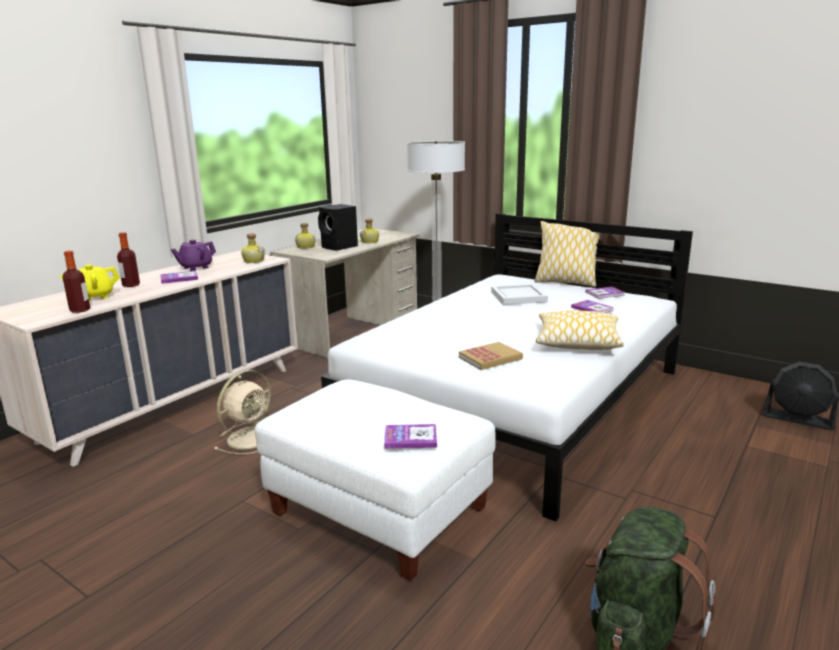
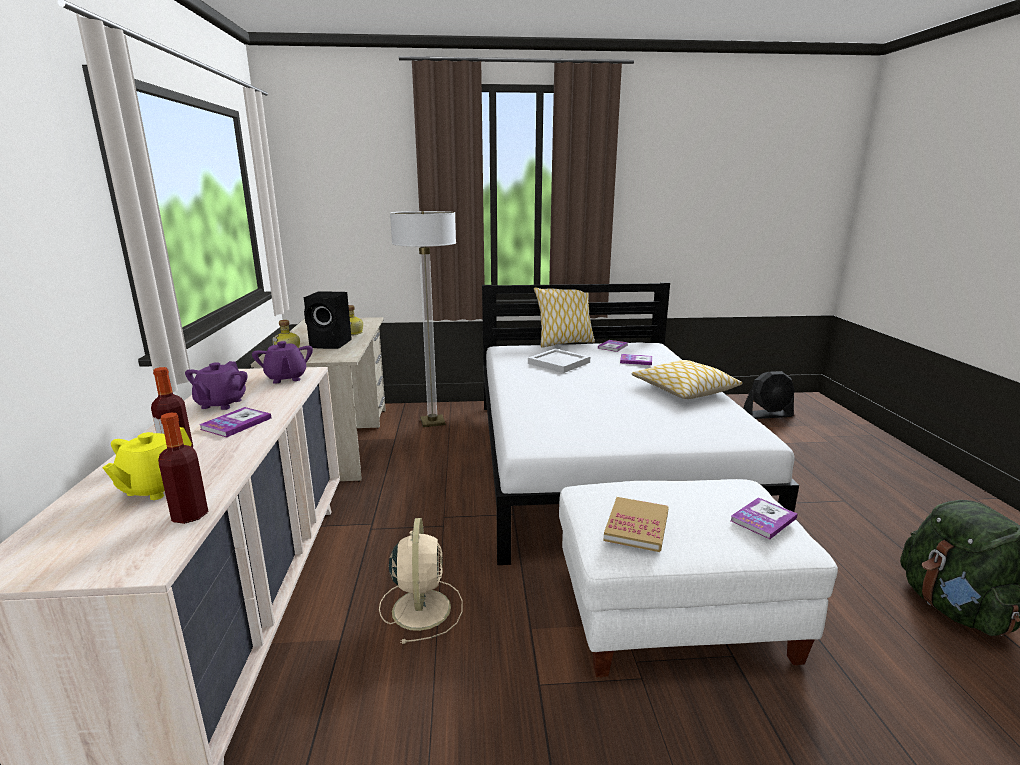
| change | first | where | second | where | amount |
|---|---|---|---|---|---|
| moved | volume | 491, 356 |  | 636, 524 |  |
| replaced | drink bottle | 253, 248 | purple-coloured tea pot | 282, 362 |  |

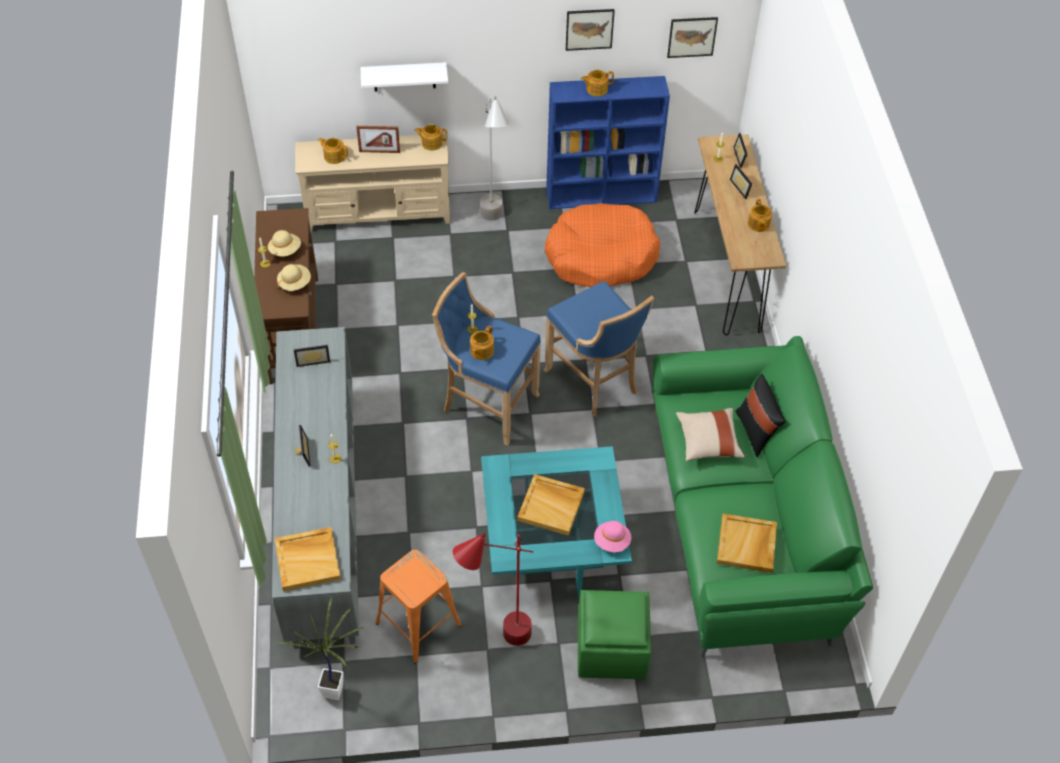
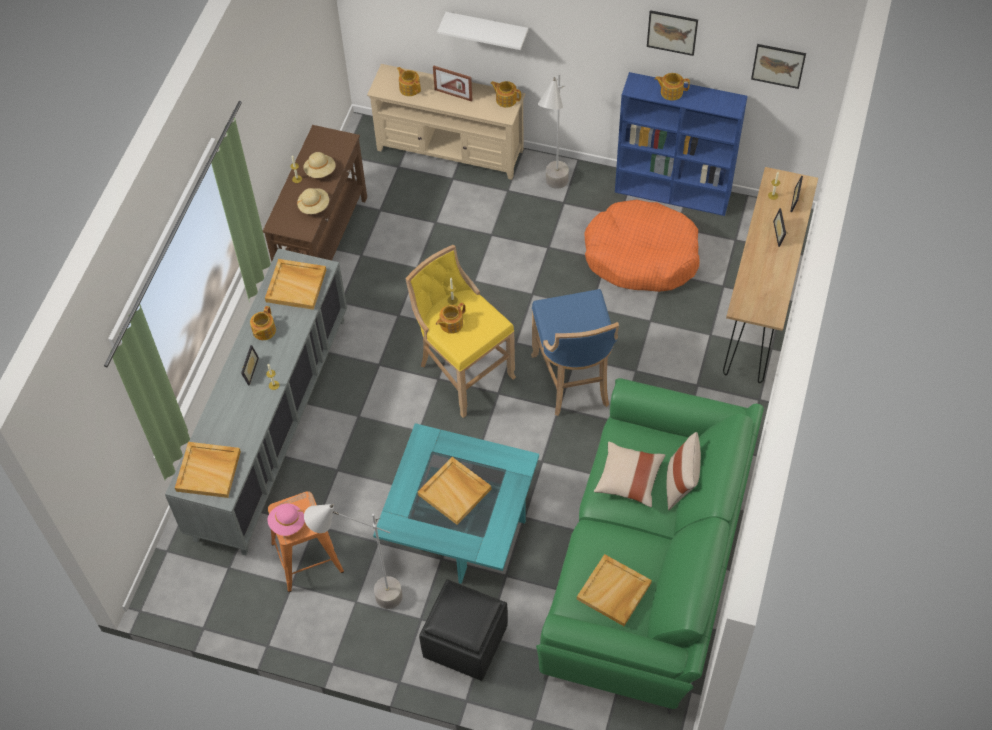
| change | first | where | second | where | amount |
|---|---|---|---|---|---|
| removed | potted plant | 320, 648 |  |  |  |
| moved | pink-coloured clothing hat | 612, 536 |  | 286, 519 |  |
| moved | tea pot | 760, 215 |  | 263, 323 |  |
| replaced | picture frame | 311, 356 | beige-coloured carrying tray | 295, 284 |  |
| recoloured | bluish stool | 486, 359 | yellow-coloured stool | 460, 331 |  |
| recoloured | red standard lamp | 493, 589 | greyish standard lamp | 353, 556 |  |
| recoloured | green-coloured ottoman | 614, 634 | black-coloured ottoman | 463, 630 |  |
| recoloured | black-coloured pillow | 760, 415 | beige-coloured pillow | 684, 471 |  |

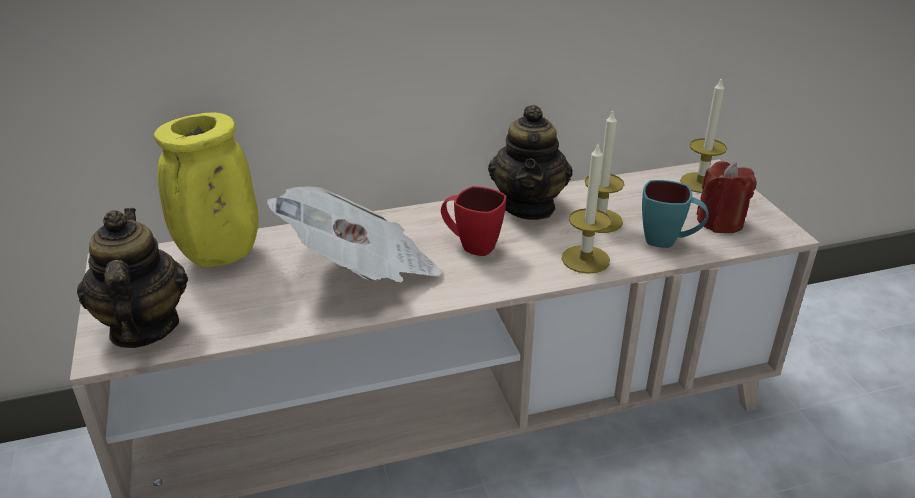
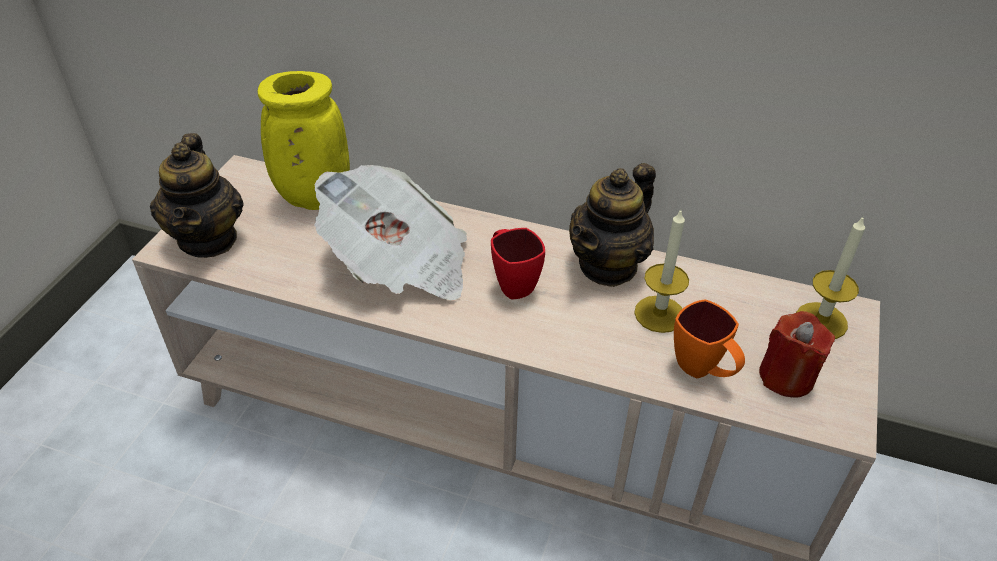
| change | first | where | second | where | amount |
|---|---|---|---|---|---|
| removed | wax light | 586, 208 |  |  |  |
| recoloured | turquoise mug | 675, 214 | orange mug | 709, 338 |  |
| turned | tea pot | 132, 278 |  | 197, 195 | 150 degrees clockwise |

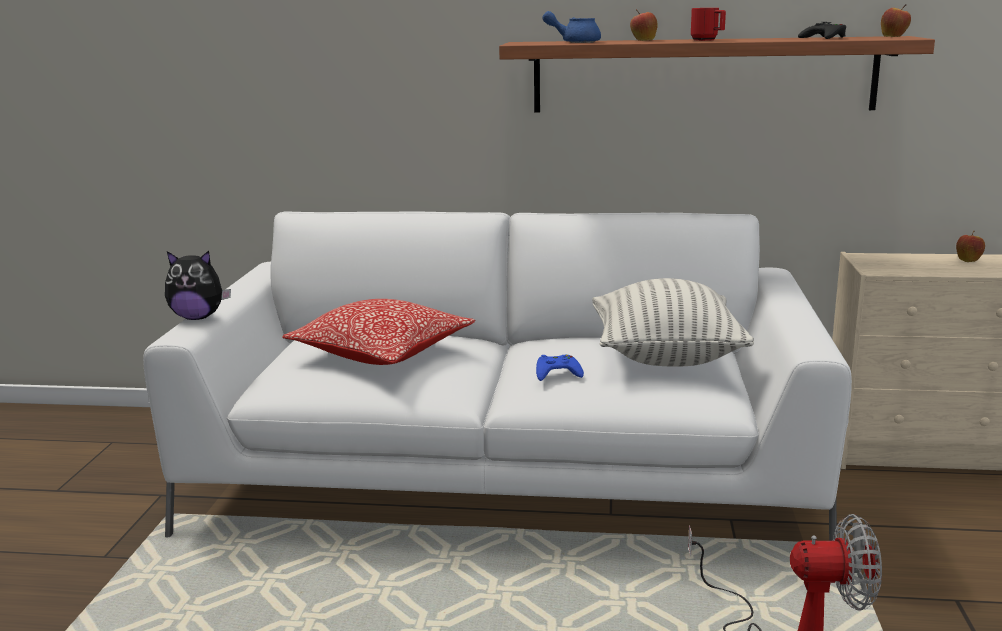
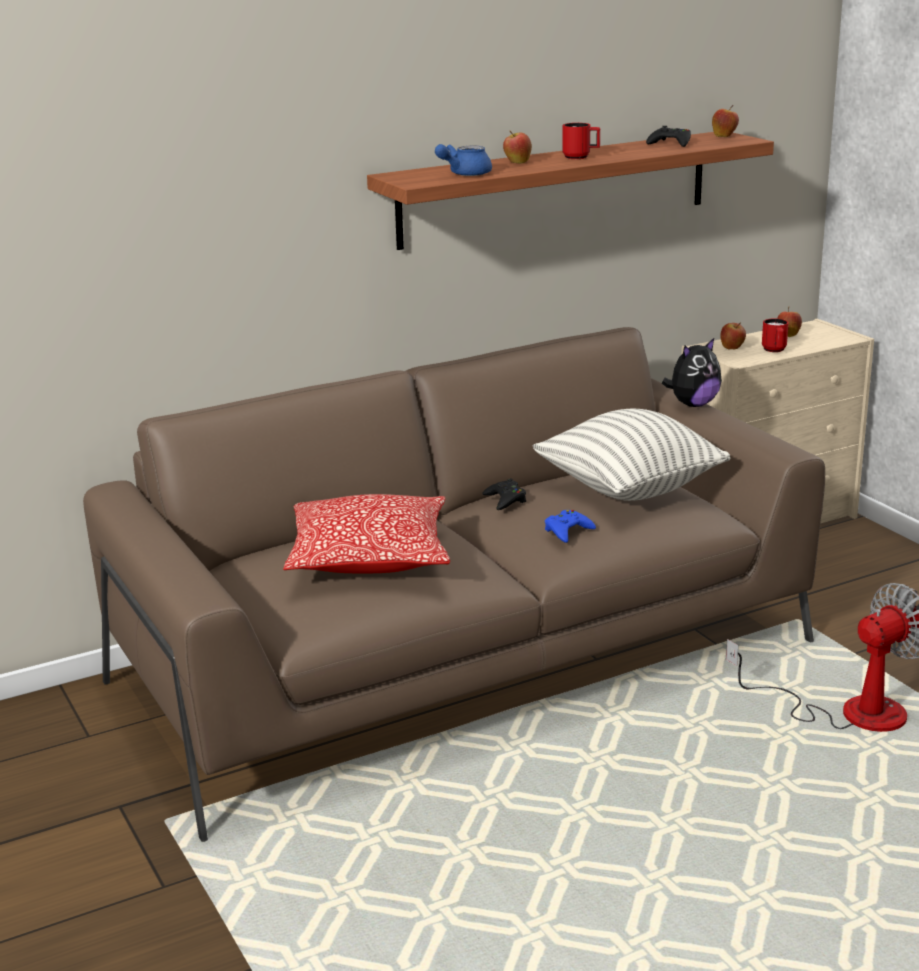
| change | first | where | second | where | amount |
|---|---|---|---|---|---|
| added |  |  | black-coloured game controller | 504, 494 |  |
| added |  |  | apple fruit | 733, 335 |  |
| added |  |  | red mug | 775, 335 |  |
| moved | soft toy | 198, 285 |  | 692, 372 |  |
| recoloured | white-coloured settee | 497, 376 | brown settee | 454, 584 |  |

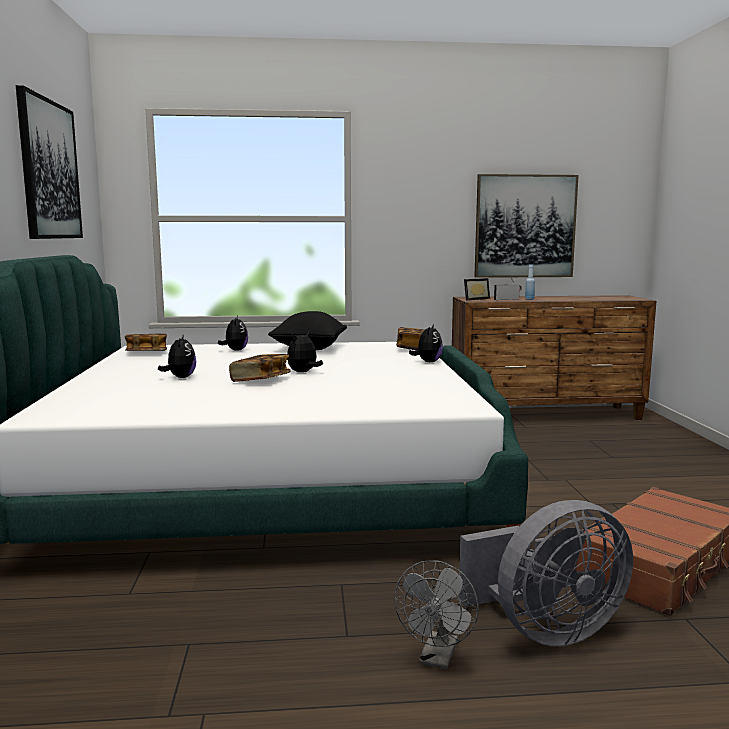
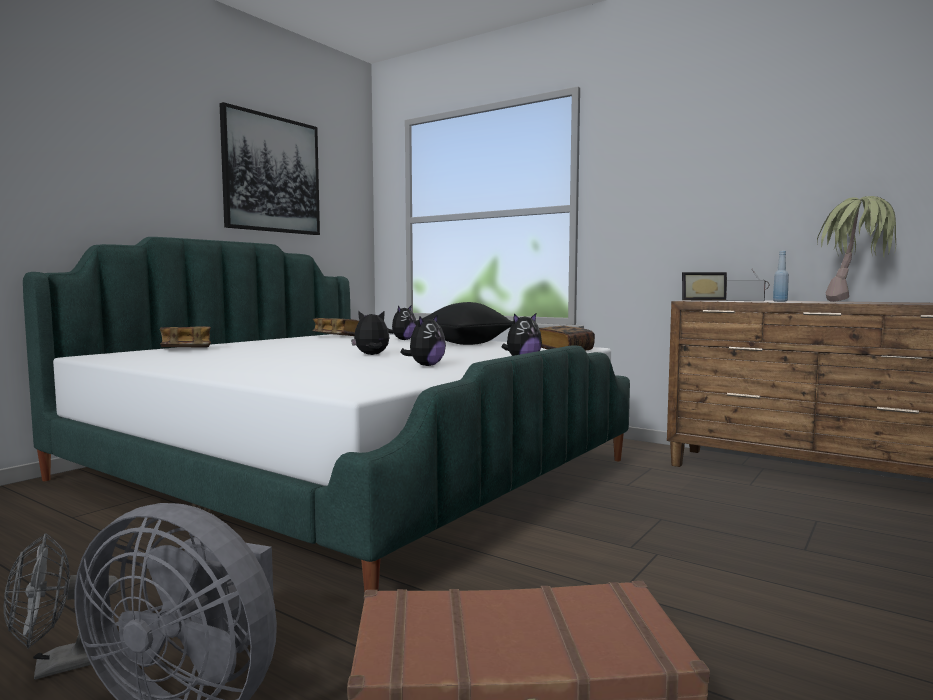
| change | first | where | second | where | amount |
|---|---|---|---|---|---|
| removed | wall art | 526, 226 |  |  |  |
| added |  |  | potted plant | 856, 249 |  |
| moved | soft toy | 177, 356 |  | 423, 340 |  |
| moved | volume | 260, 368 |  | 185, 336 |  |

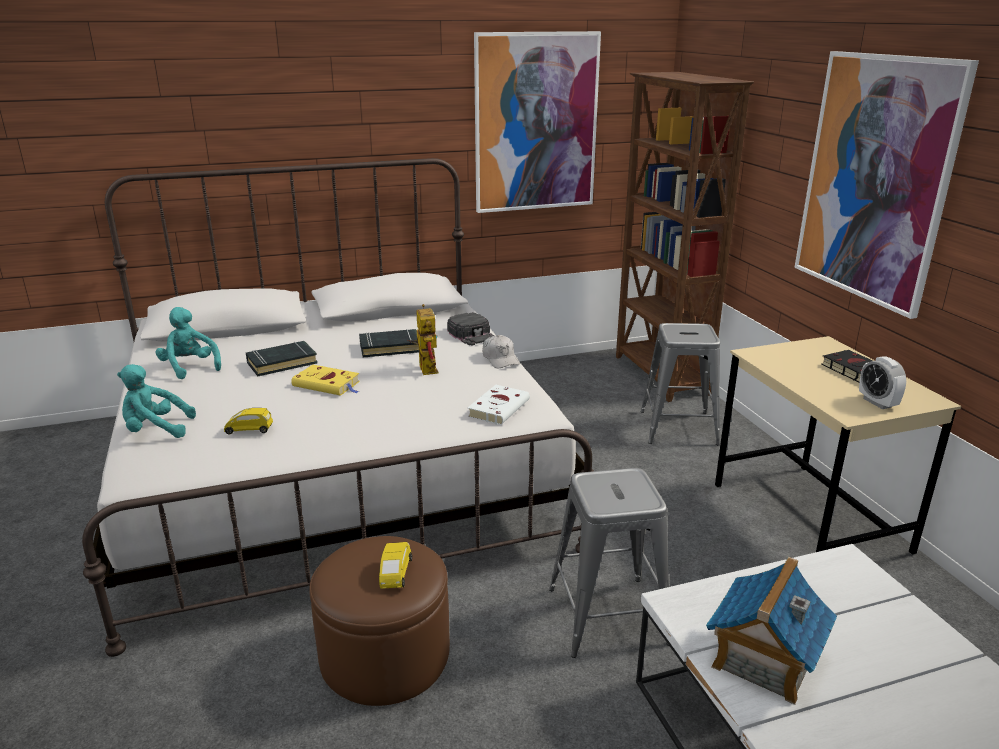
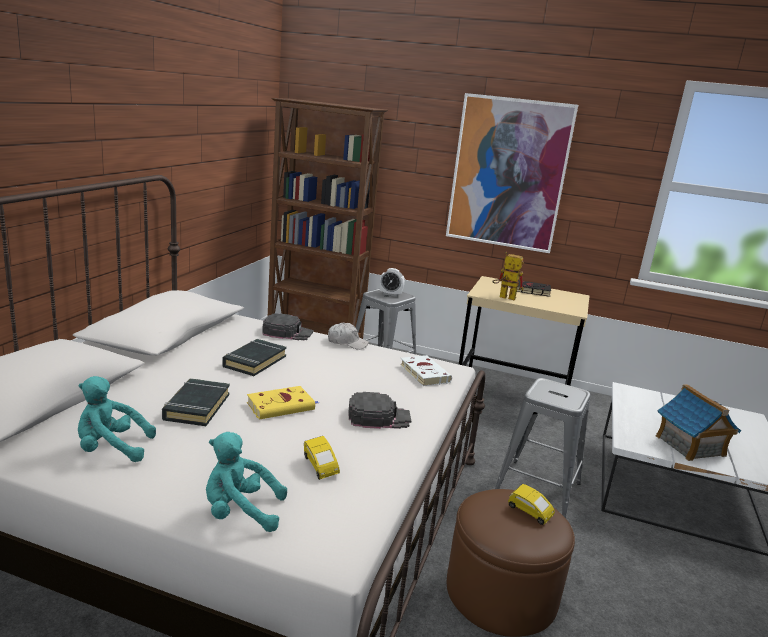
| change | first | where | second | where | amount |
|---|---|---|---|---|---|
| removed | wall art | 537, 122 |  |  |  |
| added |  |  | black-coloured cap | 380, 410 |  |
| moved | robot figure | 423, 339 |  | 508, 276 |  |
| moved | alarm clock | 882, 382 |  | 392, 282 |  |
| turned | turquoise soft toy | 156, 401 |  | 246, 482 | 60 degrees clockwise |
| turned | yellow-coloured miniature car | 248, 421 |  | 322, 458 | 60 degrees counterclockwise |

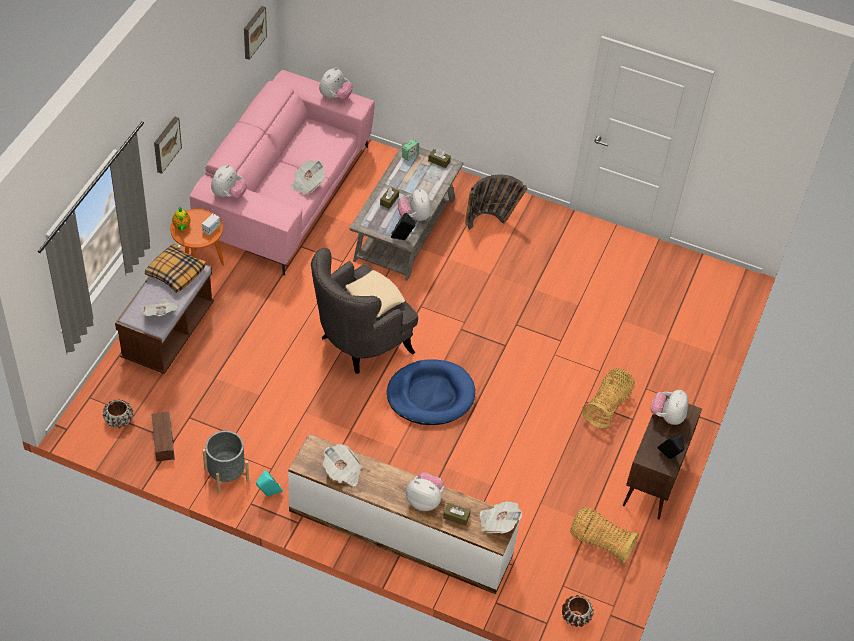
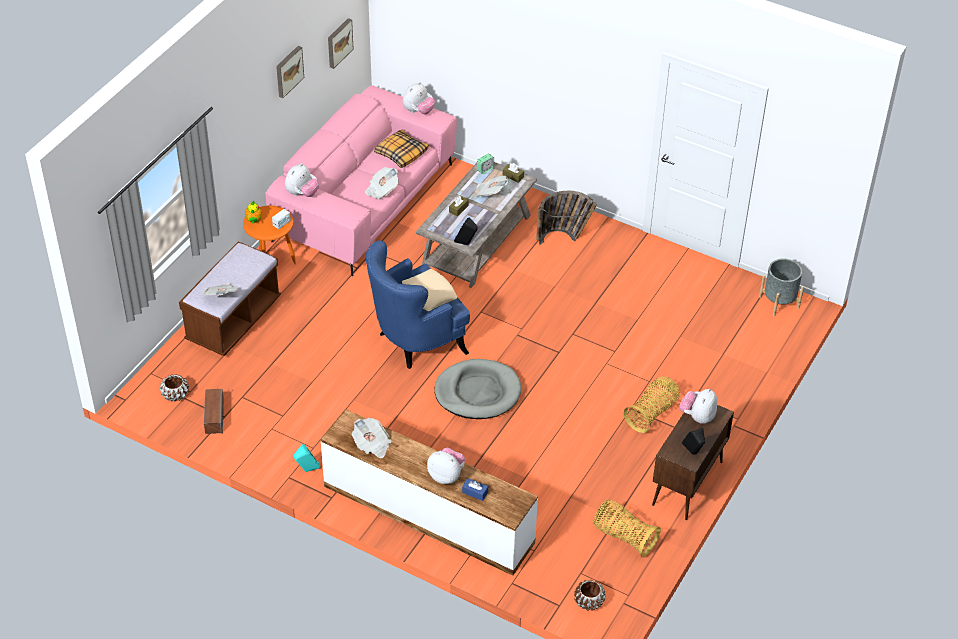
| change | first | where | second | where | amount |
|---|---|---|---|---|---|
| removed | soft toy | 414, 204 |  |  |  |
| moved | pillow | 175, 268 |  | 401, 149 |  |
| moved | wall art | 168, 145 |  | 290, 72 |  |
| moved | greyish plant pot | 226, 462 |  | 781, 287 |  |
| moved | daily paper | 500, 517 |  | 492, 186 |  |
| recoloured | greyish armchair | 364, 311 | bluish armchair | 418, 304 |  |
| recoloured | bluish dog cushion | 431, 392 | greyish dog cushion | 478, 389 |  |
| recoloured | brown tissue holder | 456, 514 | bluish tissue holder | 475, 489 |  |

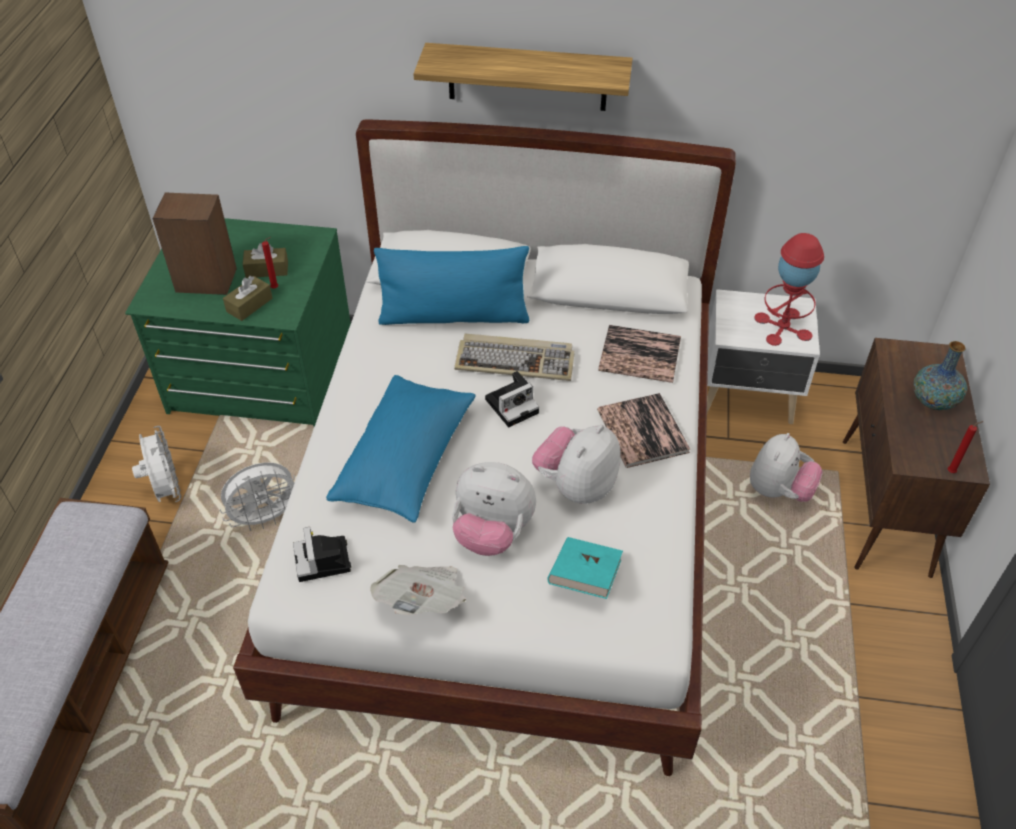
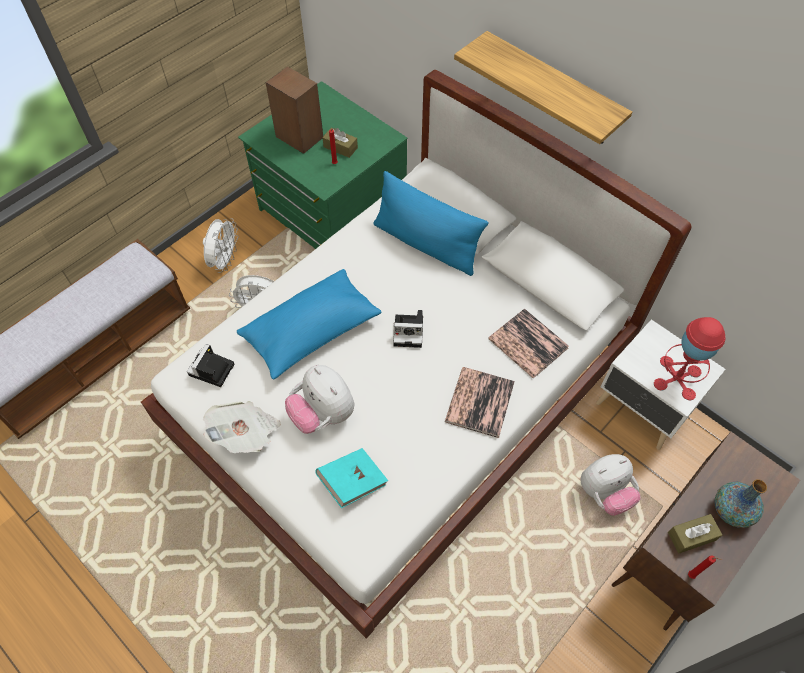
| change | first | where | second | where | amount |
|---|---|---|---|---|---|
| removed | keyboard | 514, 357 |  |  |  |
| removed | soft toy | 576, 464 |  |  |  |
| moved | brown tissue holder | 248, 298 |  | 695, 533 |  |

